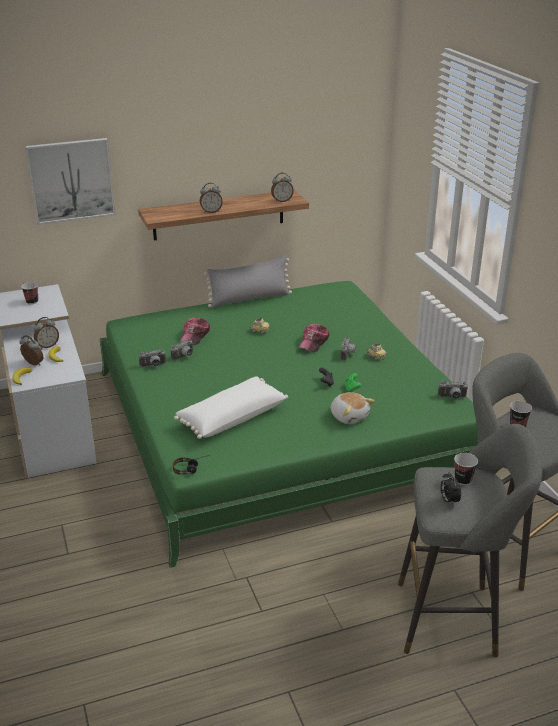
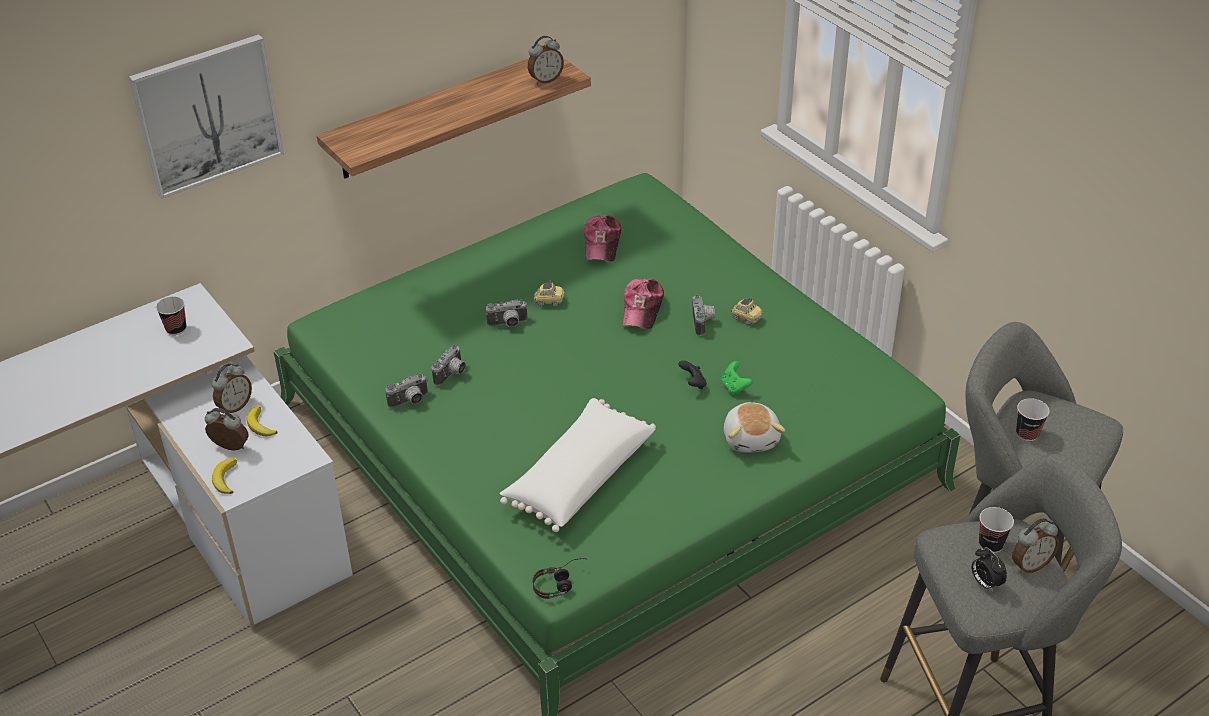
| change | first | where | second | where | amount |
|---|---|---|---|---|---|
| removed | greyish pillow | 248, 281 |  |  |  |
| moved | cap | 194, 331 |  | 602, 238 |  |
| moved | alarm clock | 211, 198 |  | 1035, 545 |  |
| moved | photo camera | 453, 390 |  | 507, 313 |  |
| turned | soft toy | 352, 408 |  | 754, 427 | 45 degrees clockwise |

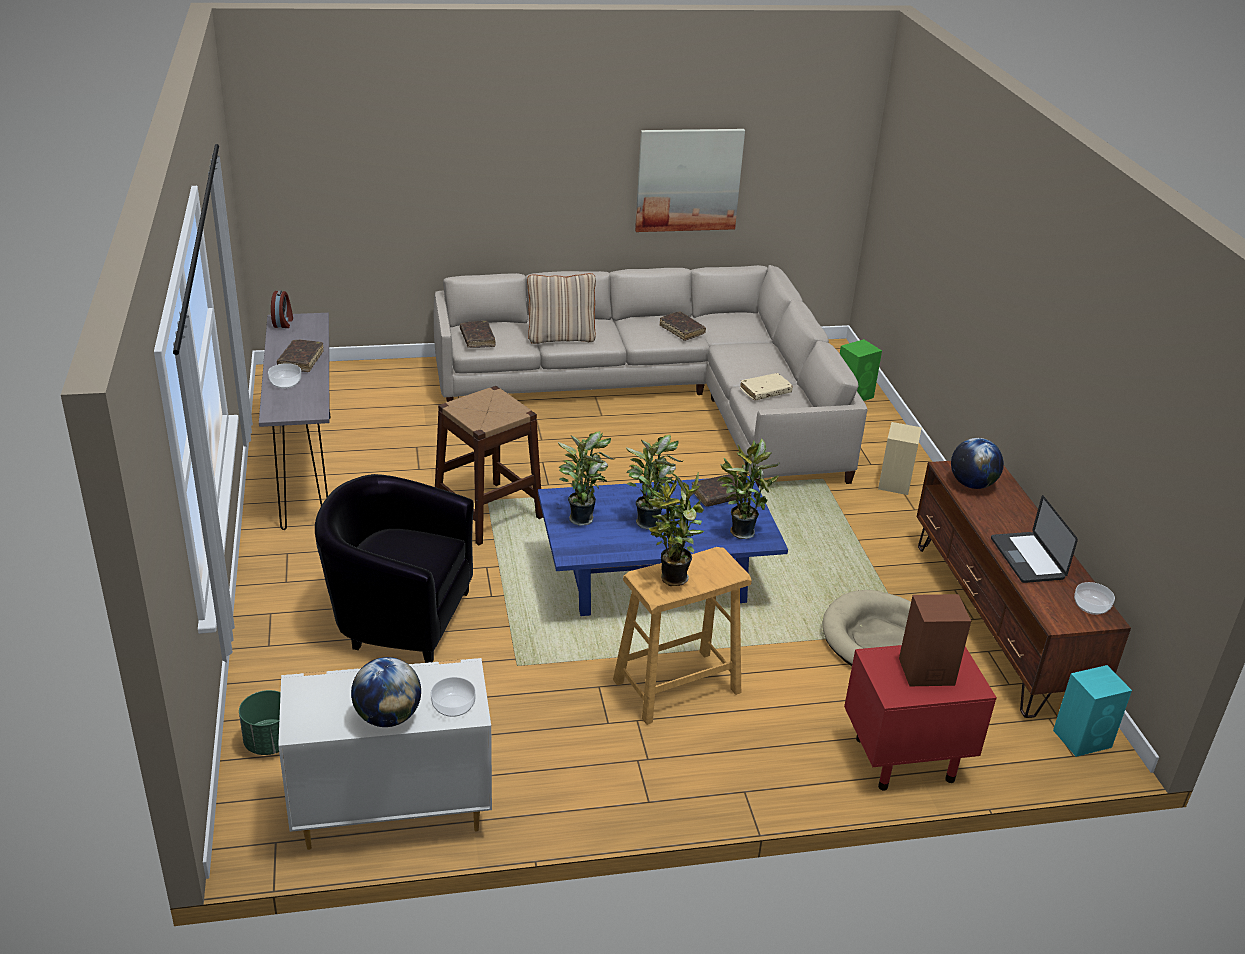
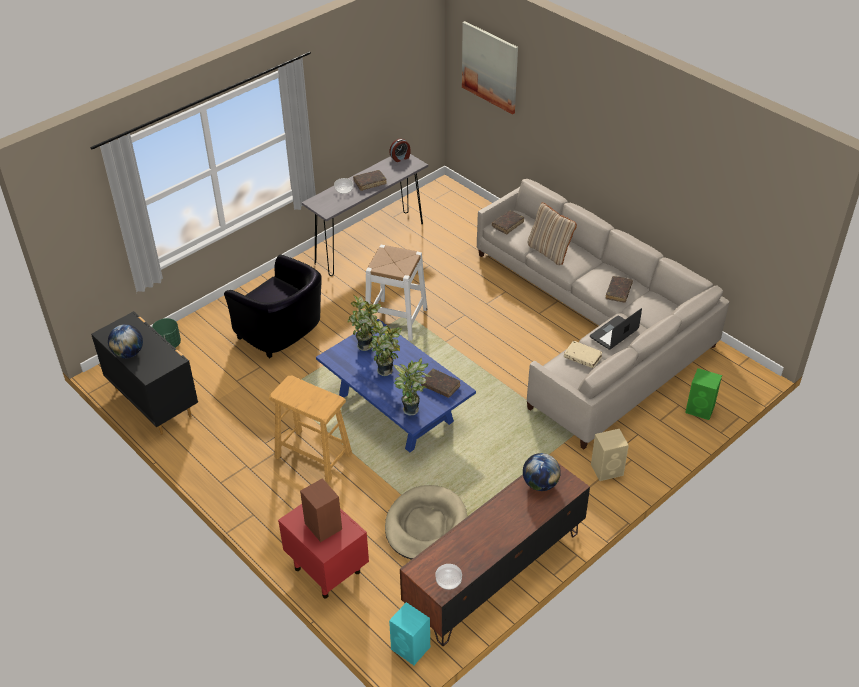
| change | first | where | second | where | amount |
|---|---|---|---|---|---|
| removed | deep dish | 453, 697 |  |  |  |
| removed | potted plant | 676, 529 |  |  |  |
| moved | wall art | 690, 180 |  | 490, 68 |  |
| moved | laptop | 1034, 539 |  | 616, 329 |  |
| recoloured | white-coloured chest of drawers | 385, 754 | black-coloured chest of drawers | 144, 373 |  |
| recoloured | brown stool | 489, 465 | white-coloured stool | 396, 293 |  |
| turned | black-coloured armchair | 394, 568 |  | 273, 306 | 150 degrees clockwise |

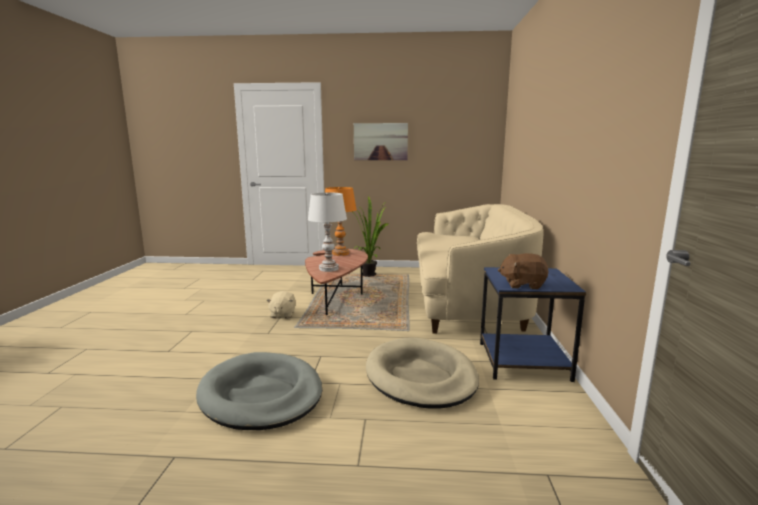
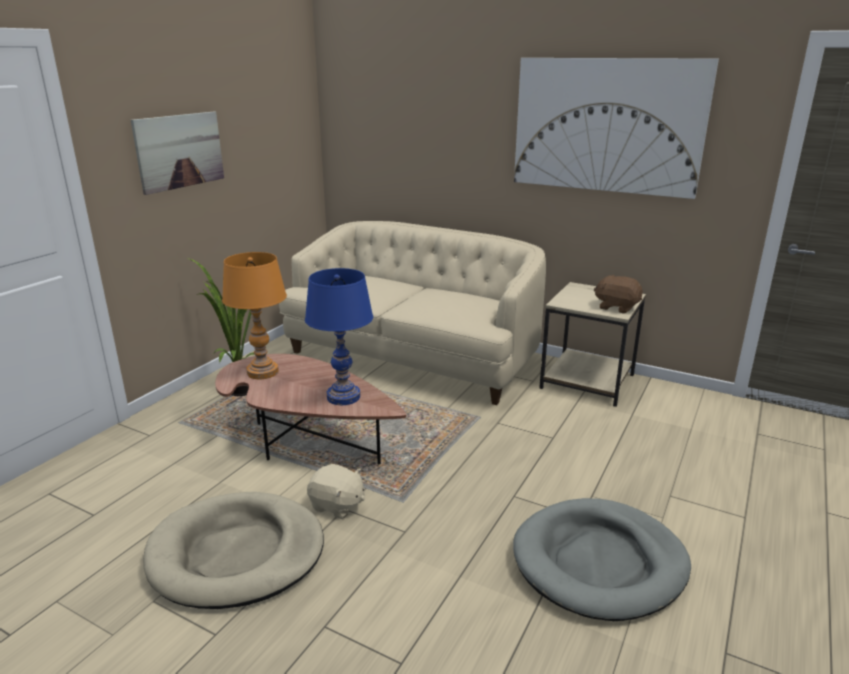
| change | first | where | second | where | amount |
|---|---|---|---|---|---|
| added |  |  | wall art | 616, 128 |  |
| moved | beige-coloured dog cushion | 422, 373 |  | 233, 550 |  |
| recoloured | white-coloured tabletop lamp | 327, 232 | bluish tabletop lamp | 339, 336 |  |
| recoloured | bluish end table | 533, 324 | beige-coloured end table | 592, 344 |  |
| turned | brown soft toy | 523, 271 |  | 618, 294 | 90 degrees clockwise |

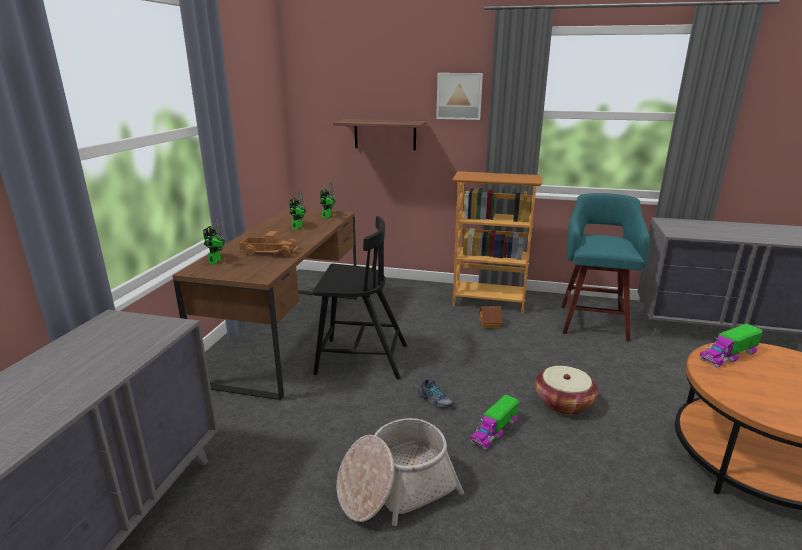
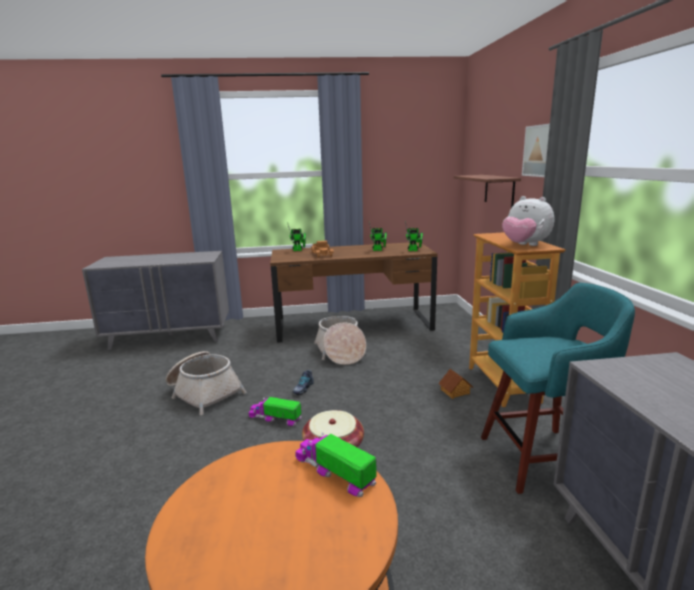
| change | first | where | second | where | amount |
|---|---|---|---|---|---|
| added |  |  | soft toy | 528, 221 |  |
| replaced | black-coloured upright chair | 360, 298 | household basket | 340, 340 |  |

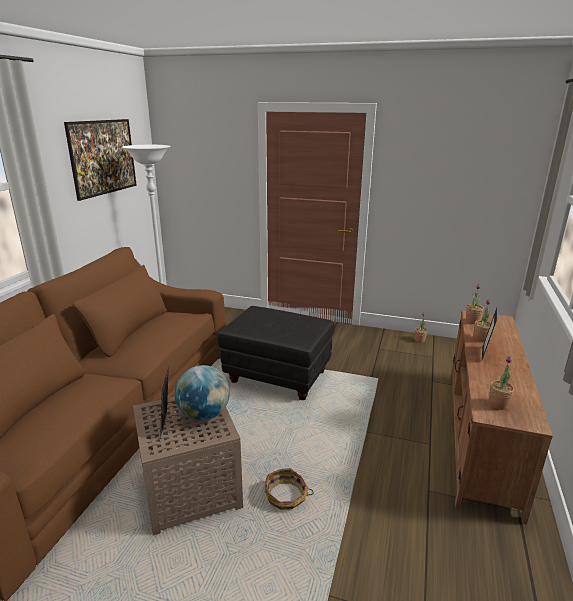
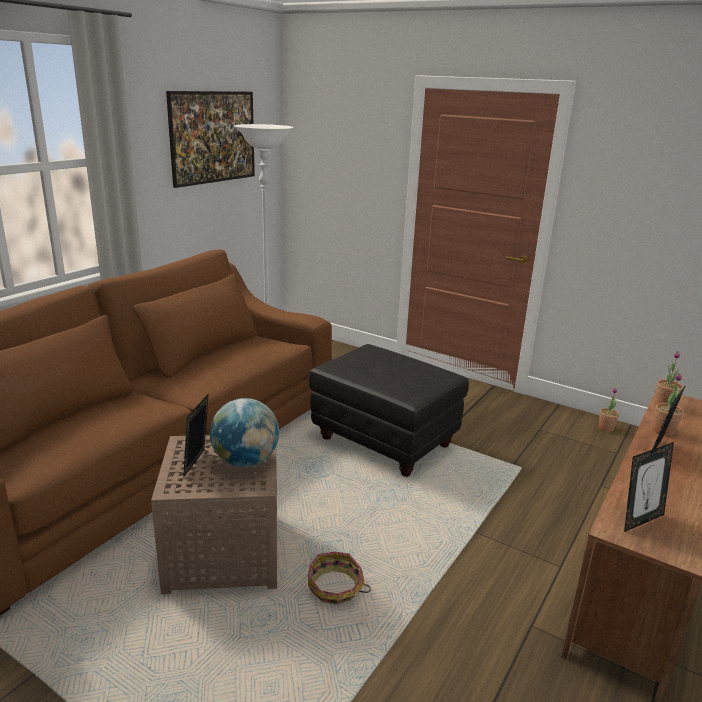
| change | first | where | second | where | amount |
|---|---|---|---|---|---|
| replaced | potted plant | 501, 383 | picture frame | 649, 487 |  |

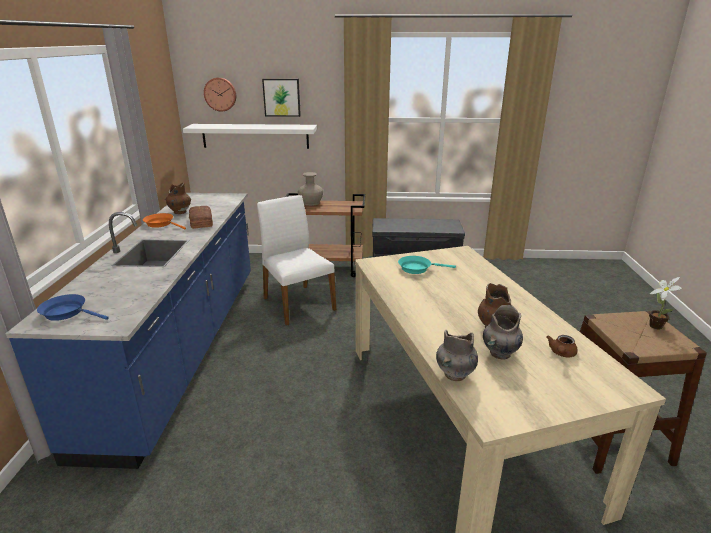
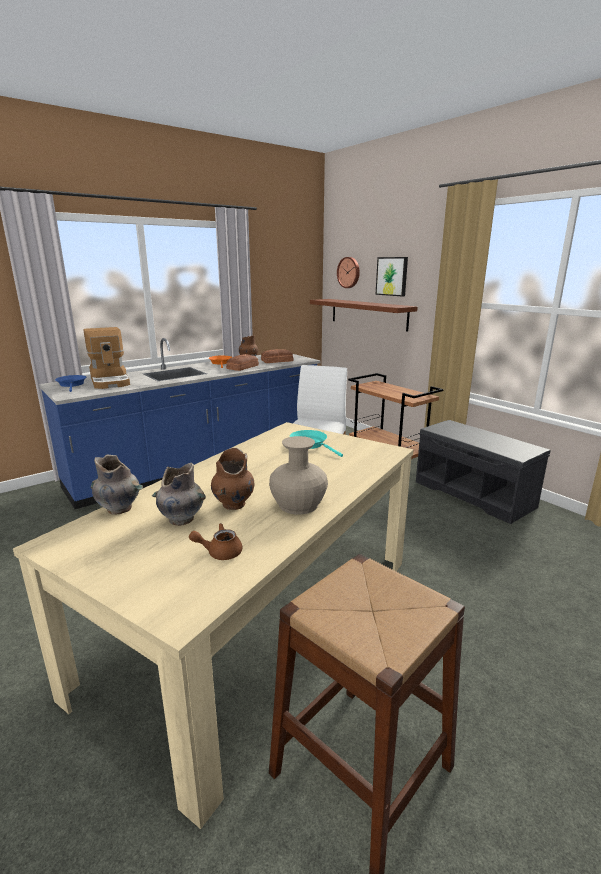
| change | first | where | second | where | amount |
|---|---|---|---|---|---|
| removed | potted plant | 665, 303 |  |  |  |
| added |  |  | coffee maker | 106, 358 |  |
| added |  |  | bread | 277, 356 |  |
| moved | beige-coloured decorative vase | 310, 189 |  | 298, 475 |  |
| recoloured | white-coloured bracket shelf | 250, 136 | brown bracket shelf | 364, 315 |  |

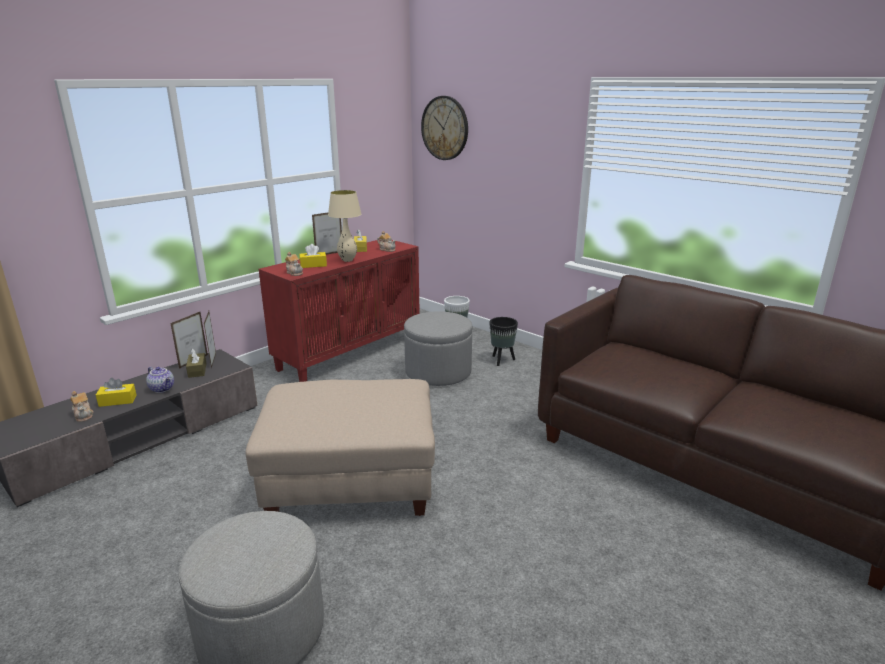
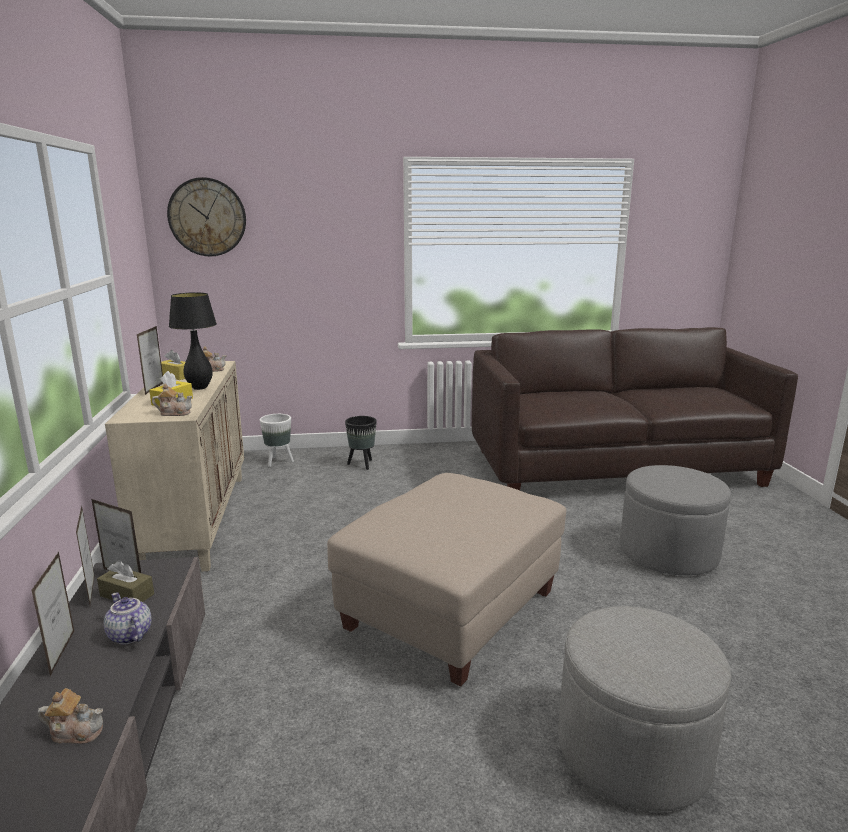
| change | first | where | second | where | amount |
|---|---|---|---|---|---|
| removed | yellow-coloured tissue holder | 116, 392 |  |  |  |
| added |  |  | picture frame | 53, 614 |  |
| moved | greyish ottoman | 438, 348 |  | 675, 520 |  |
| recoloured | red cupboard | 339, 310 | beige-coloured cupboard | 174, 466 |  |
| recoloured | beige-coloured tabletop lamp | 345, 226 | black-coloured tabletop lamp | 193, 341 |  |
| turned | tea pot | 160, 380 |  | 128, 618 | 120 degrees counterclockwise |

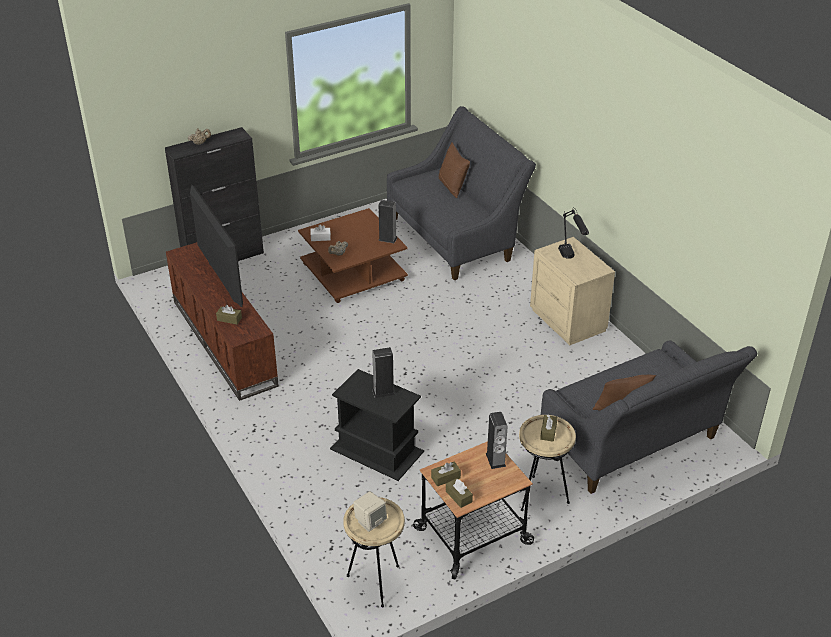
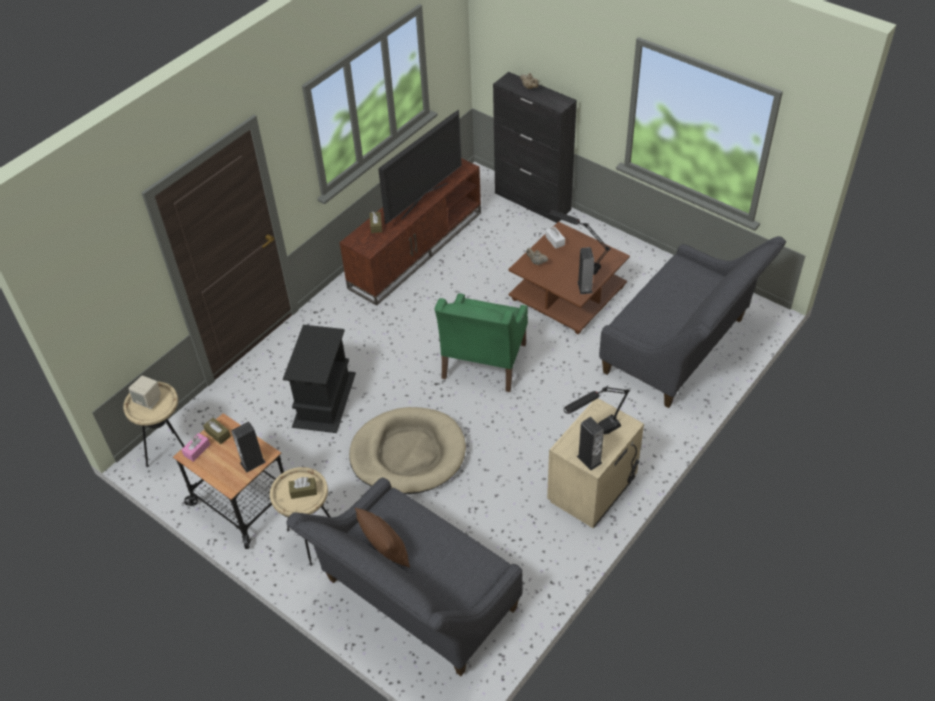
| change | first | where | second | where | amount |
|---|---|---|---|---|---|
| removed | brown pillow | 454, 170 |  |  |  |
| added |  |  | beige-coloured dog cushion | 407, 450 |  |
| added |  |  | green-coloured armchair | 481, 342 |  |
| added |  |  | black-coloured tabletop lamp | 580, 242 |  |
| moved | audio speaker | 383, 372 |  | 590, 443 |  |
| recoloured | brown tissue holder | 459, 493 | pink-coloured tissue holder | 196, 447 |  |

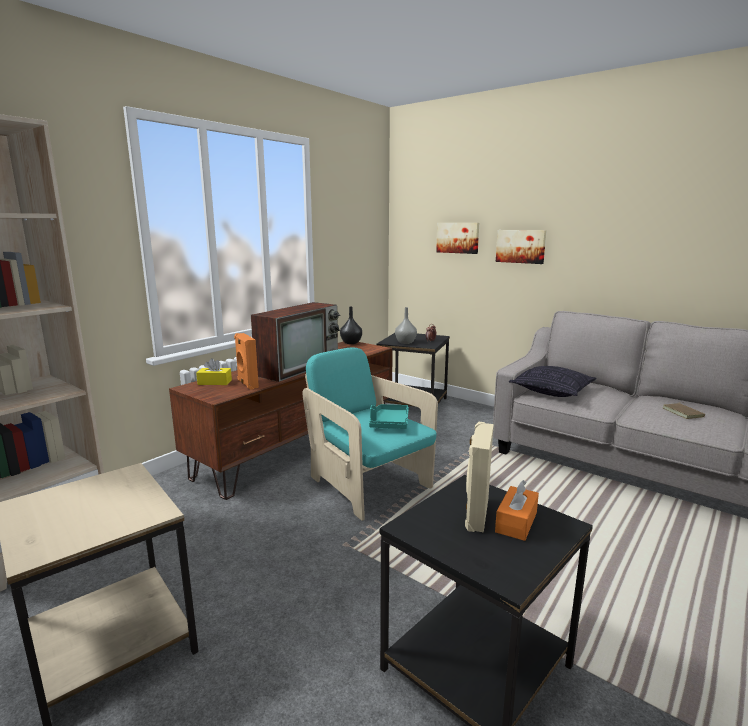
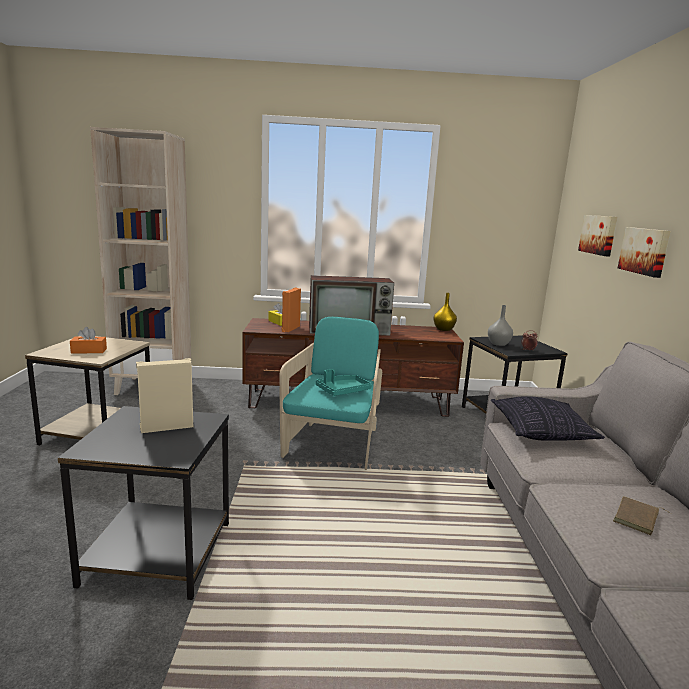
| change | first | where | second | where | amount |
|---|---|---|---|---|---|
| moved | orange tissue holder | 517, 510 |  | 88, 340 |  |
| recoloured | black-coloured decorative vase | 351, 325 | yellow-coloured decorative vase | 445, 312 |  |

